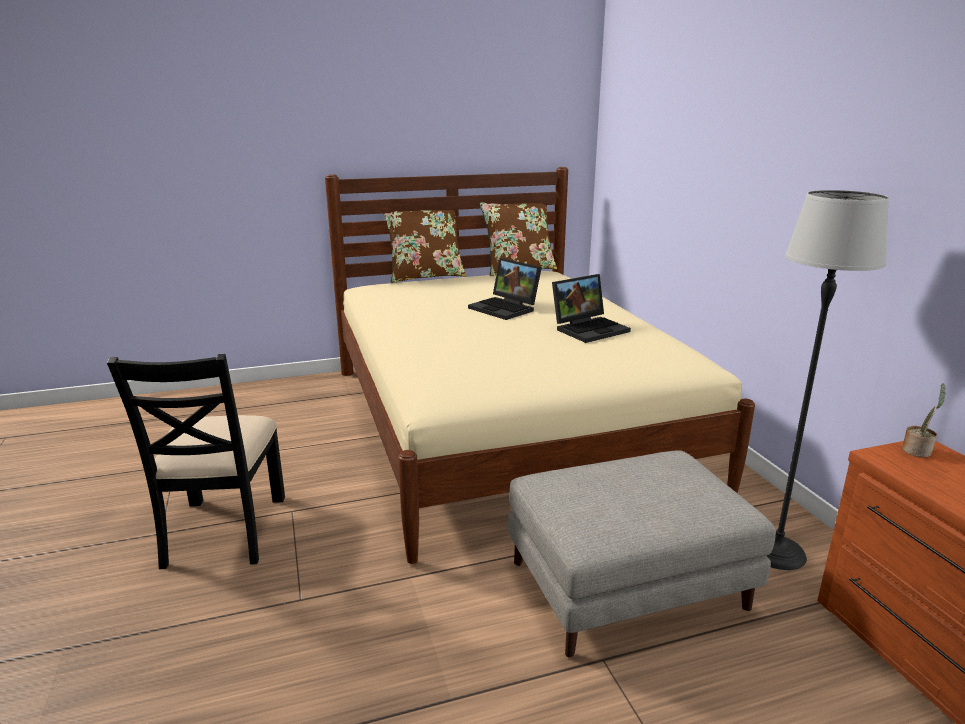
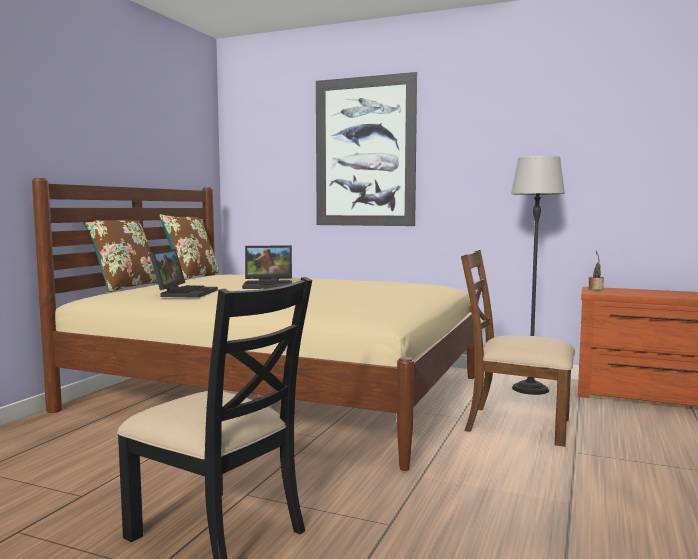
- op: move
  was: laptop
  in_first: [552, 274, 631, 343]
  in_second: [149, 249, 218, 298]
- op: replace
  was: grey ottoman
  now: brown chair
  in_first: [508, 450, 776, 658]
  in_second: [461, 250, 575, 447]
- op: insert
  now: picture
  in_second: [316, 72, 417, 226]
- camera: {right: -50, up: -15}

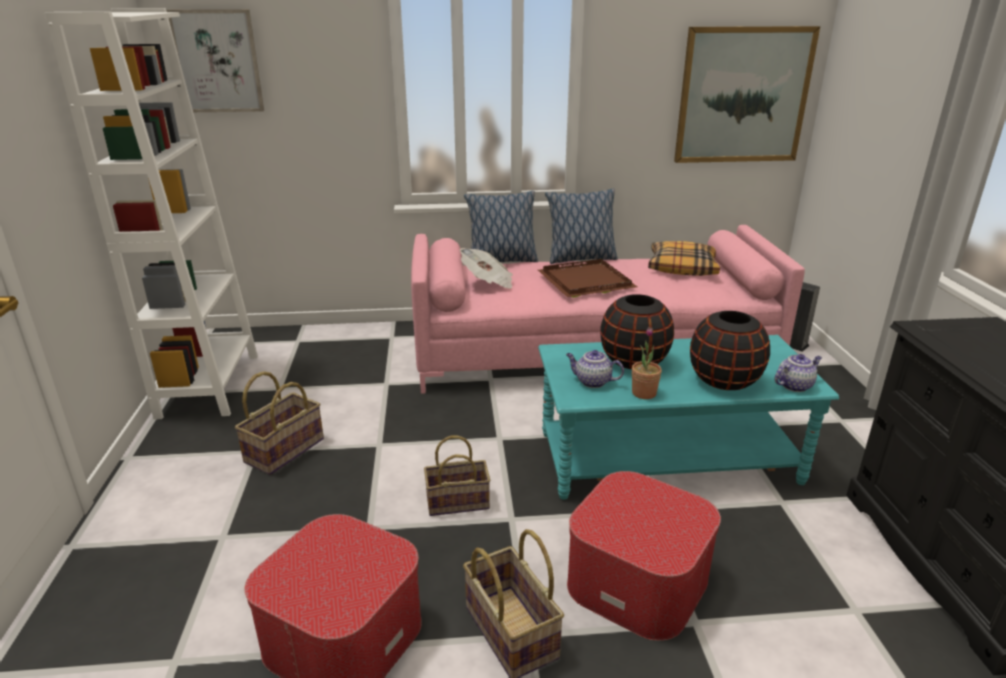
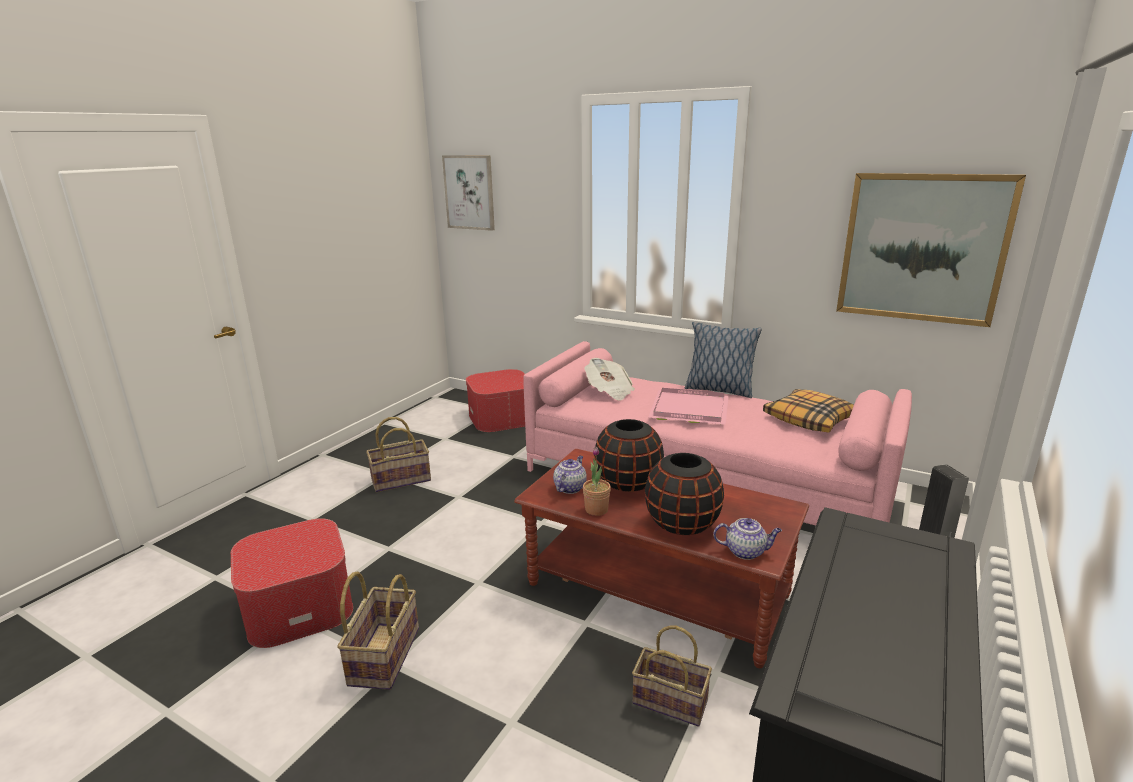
- op: delete
  was: white bookcase
  in_first: [45, 8, 258, 420]
- op: delete
  was: pillow
  in_first: [464, 191, 538, 262]
- op: recolor
  was: brown tray
  now: pink tray
  in_first: [538, 259, 637, 298]
  in_second: [648, 388, 729, 425]
- op: recolor
  was: turquoise coffee table
  now: brown coffee table
  in_first: [538, 335, 839, 500]
  in_second: [514, 449, 809, 668]
- op: rotate
  was: teapot
  in_first: [566, 350, 624, 388]
  in_second: [553, 456, 587, 494]
  clockwise: 60
- op: move
  was: basket
  in_first: [424, 436, 491, 516]
  in_second: [632, 625, 712, 726]
- op: move
  was: ottoman
  in_first: [567, 471, 721, 641]
  in_second: [466, 369, 525, 432]
- camera: {right: 35, up: -5}

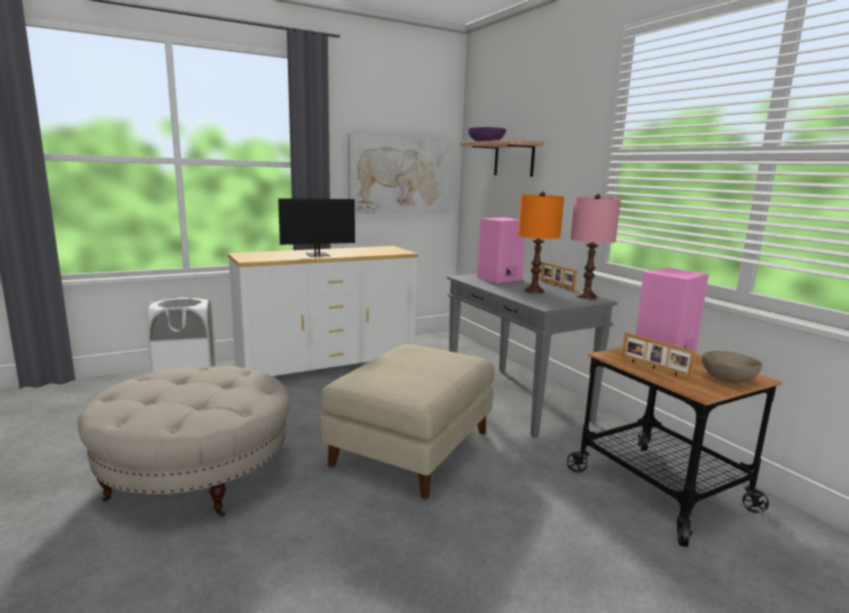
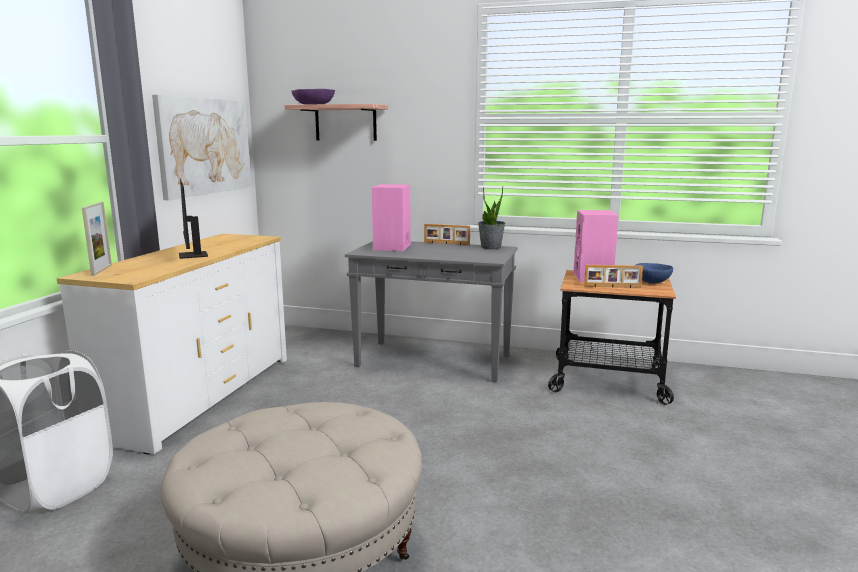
- op: delete
  was: orange table lamp
  in_first: [518, 192, 564, 293]
- op: replace
  was: pink table lamp
  now: potted plant
  in_first: [570, 194, 621, 299]
  in_second: [478, 186, 505, 249]
- op: rotate
  was: monitor
  in_first: [278, 198, 377, 257]
  in_second: [179, 179, 208, 259]
  clockwise: 135
- op: delete
  was: beige ottoman
  in_first: [320, 344, 494, 499]
- op: recolor
  was: beige bowl
  now: blue bowl
  in_first: [702, 351, 762, 383]
  in_second: [635, 263, 673, 284]
- op: insert
  now: picture frame
  in_second: [82, 202, 112, 276]
- camera: {right: -45, up: 0}

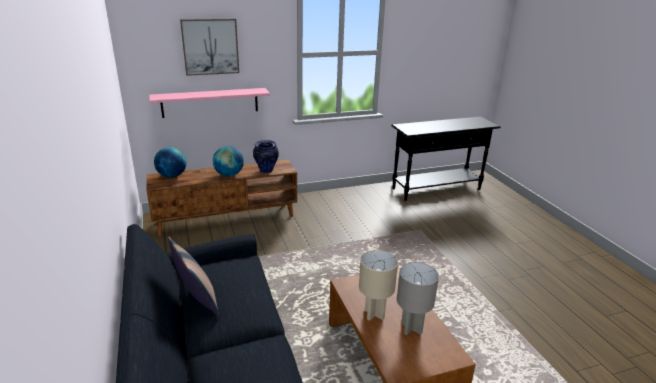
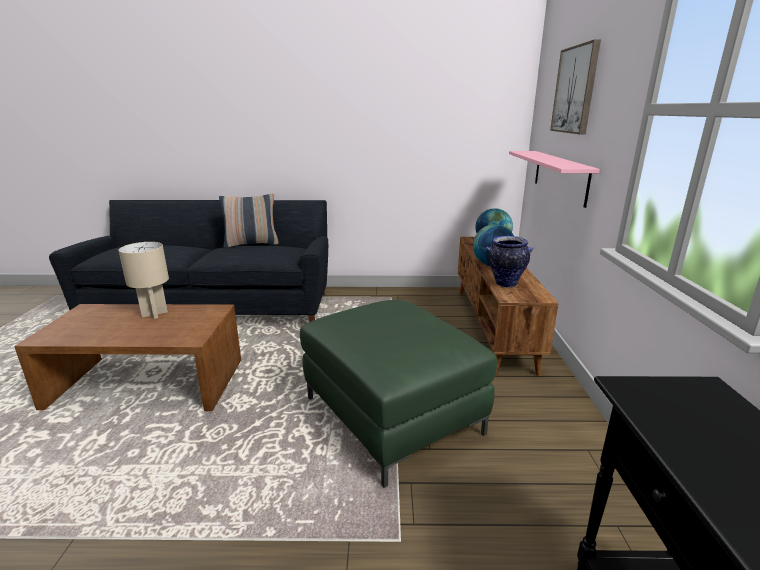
- op: delete
  was: grey table lamp
  in_first: [397, 262, 439, 335]
- op: insert
  now: green ottoman
  in_second: [300, 299, 497, 488]
- camera: {right: 110, up: -5}

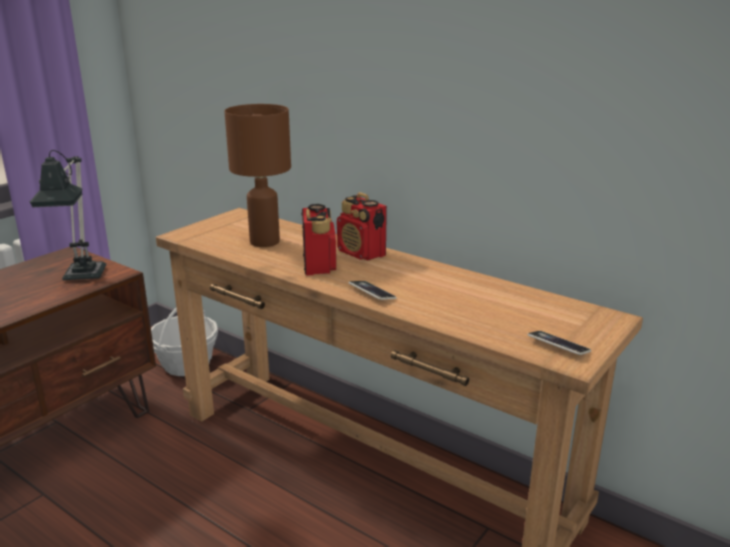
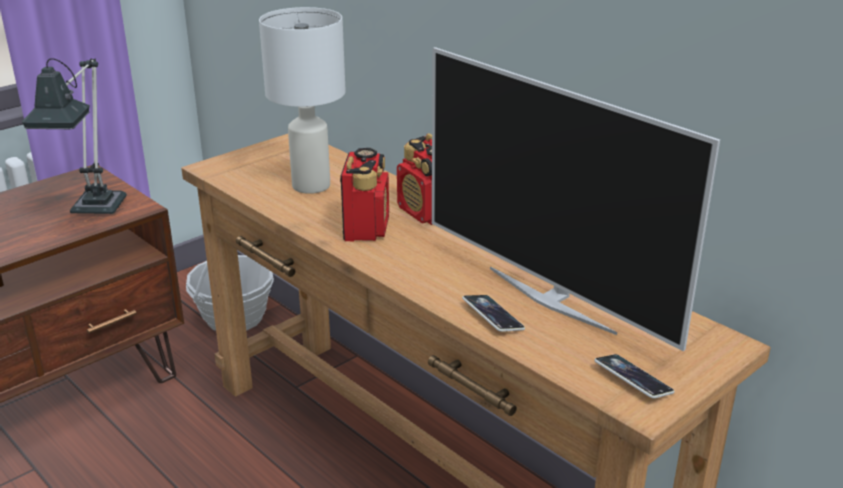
- op: recolor
  was: brown table lamp
  now: white table lamp
  in_first: [224, 104, 291, 247]
  in_second: [259, 7, 346, 194]
- op: move
  was: phone
  in_first: [349, 281, 397, 300]
  in_second: [462, 295, 525, 332]
- op: insert
  now: television
  in_second: [432, 47, 720, 351]
- camera: {right: 10, up: 5}

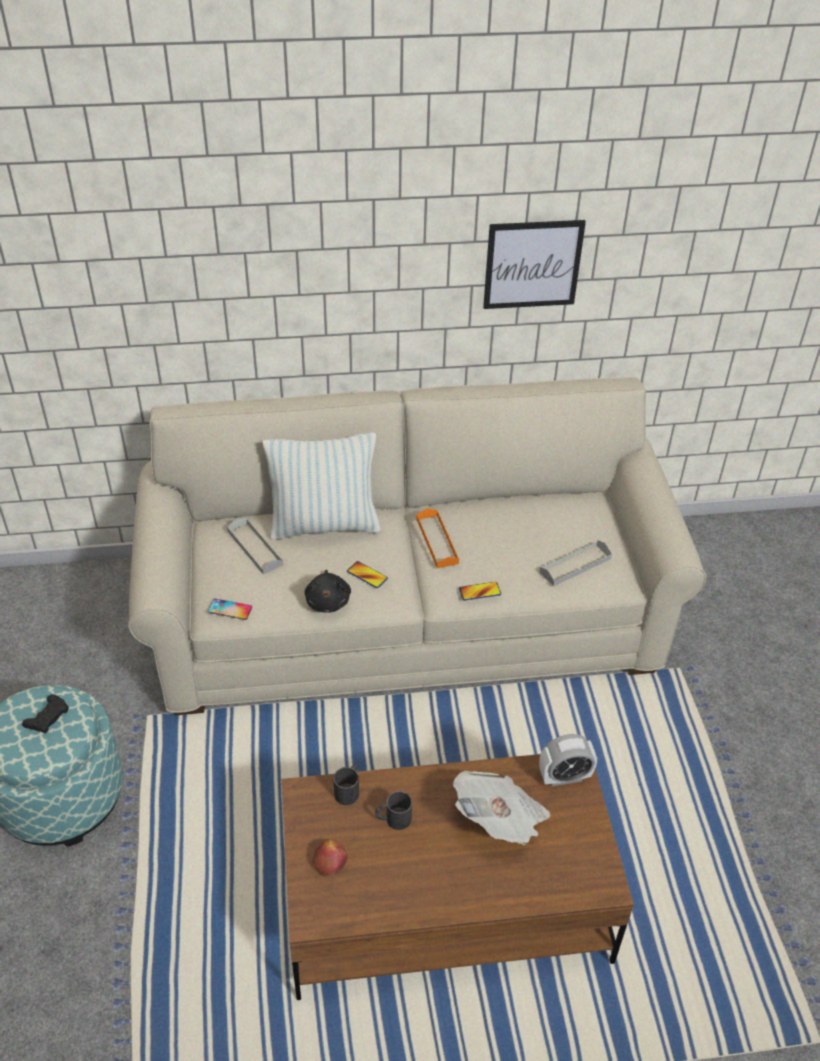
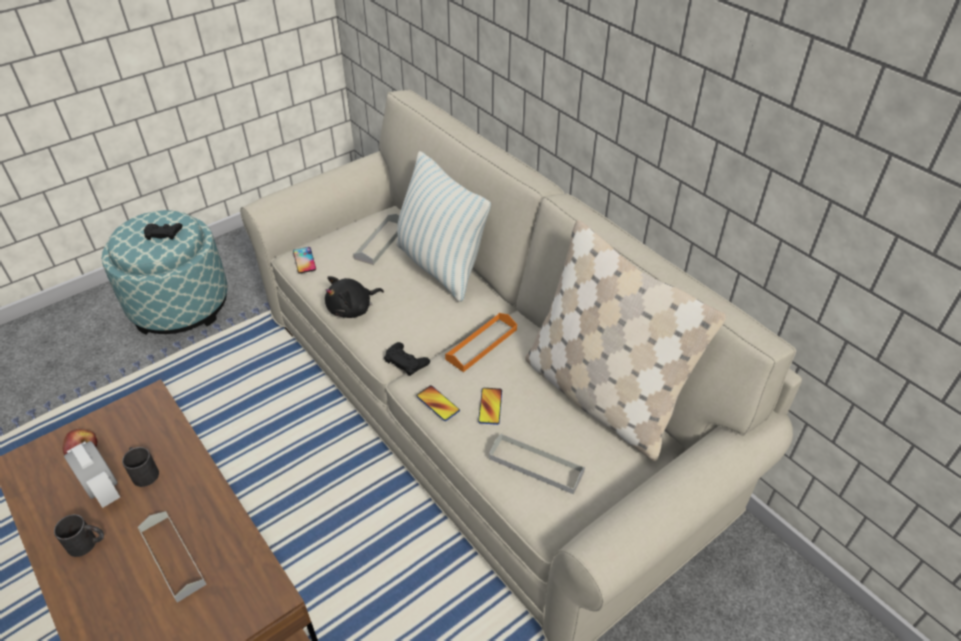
- op: delete
  was: picture
  in_first: [483, 220, 586, 309]
- op: move
  was: phone
  in_first: [347, 561, 388, 588]
  in_second: [478, 388, 502, 425]
- op: move
  was: alarm clock
  in_first: [539, 734, 597, 786]
  in_second: [64, 441, 120, 508]
- op: move
  was: black mug
  in_first: [333, 765, 359, 805]
  in_second: [54, 514, 104, 557]
- op: replace
  was: newspaper
  now: grey tray
  in_first: [453, 771, 550, 845]
  in_second: [138, 511, 207, 602]
- op: insert
  now: beige pillow
  in_second: [525, 220, 727, 461]
- op: insert
  now: black game controller
  in_second: [384, 342, 430, 376]
- camera: {right: 60, up: 0}

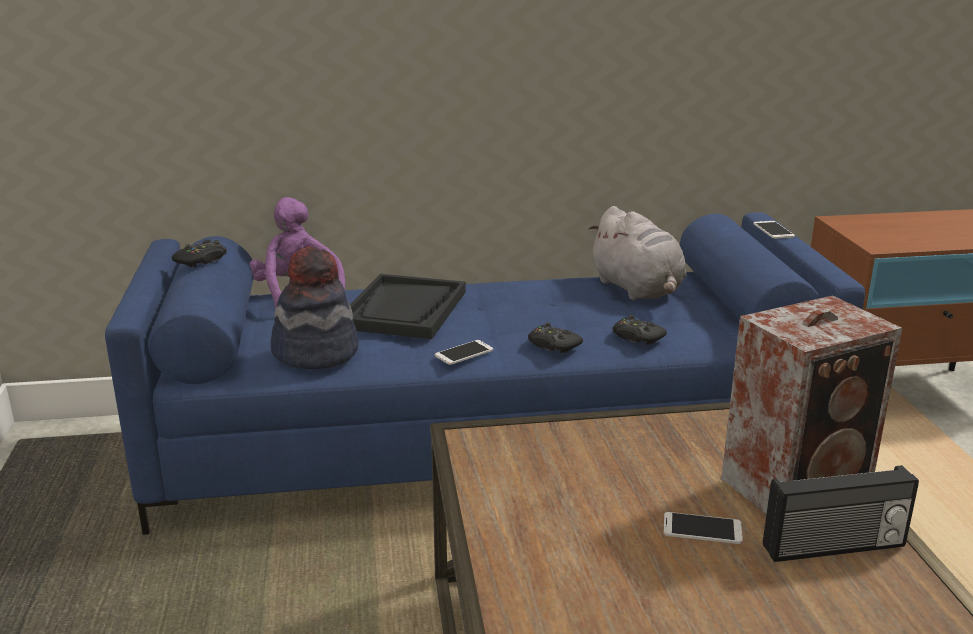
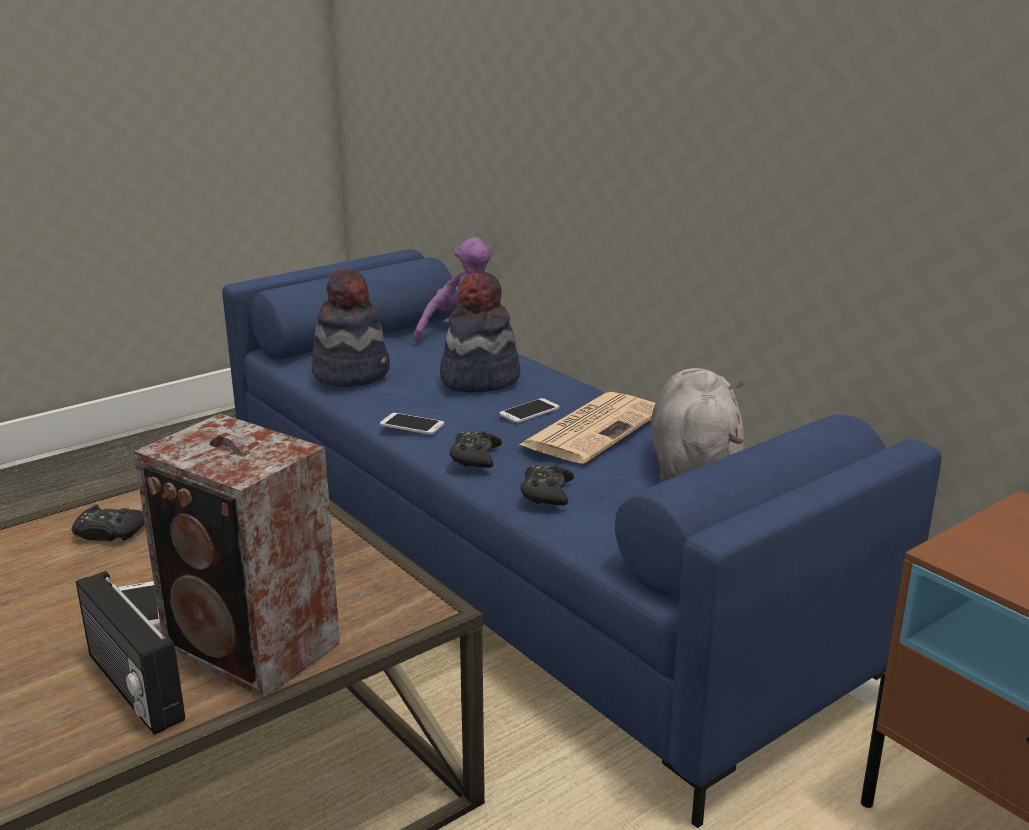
- op: rotate
  was: grey plush toy
  in_first: [588, 206, 687, 300]
  in_second: [651, 368, 744, 482]
  clockwise: 150
- op: move
  was: phone
  in_first: [753, 221, 795, 239]
  in_second: [500, 398, 560, 423]
- op: move
  was: black game controller
  in_first: [172, 240, 227, 267]
  in_second: [72, 504, 145, 542]
- op: replace
  was: black tray
  now: hat
  in_first: [350, 274, 466, 339]
  in_second: [440, 272, 521, 393]
- op: insert
  now: newspaper
  in_second: [519, 392, 655, 464]
- camera: {right: 60, up: 0}

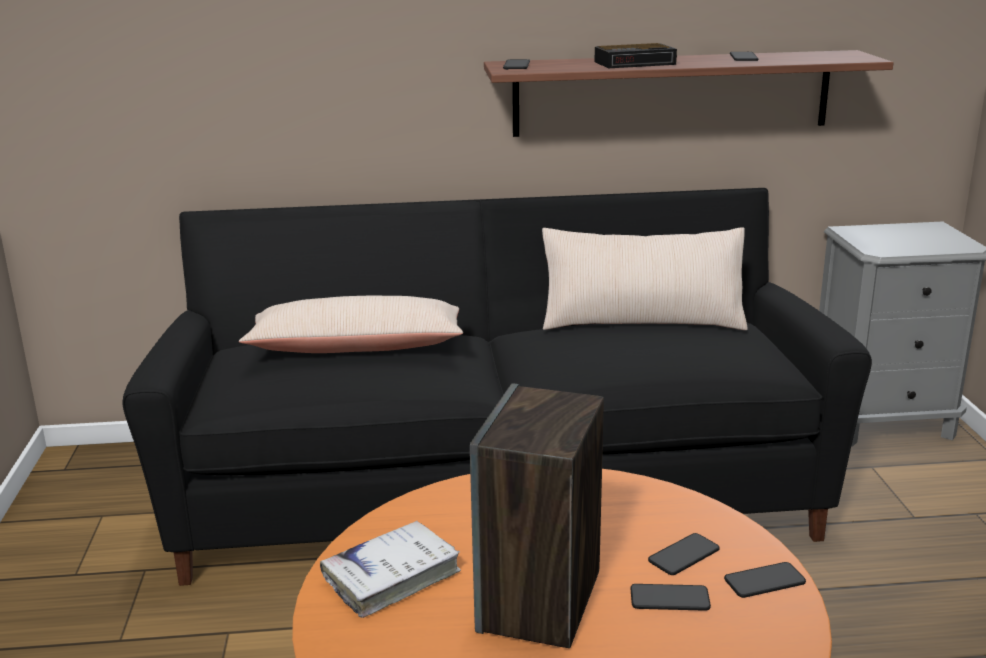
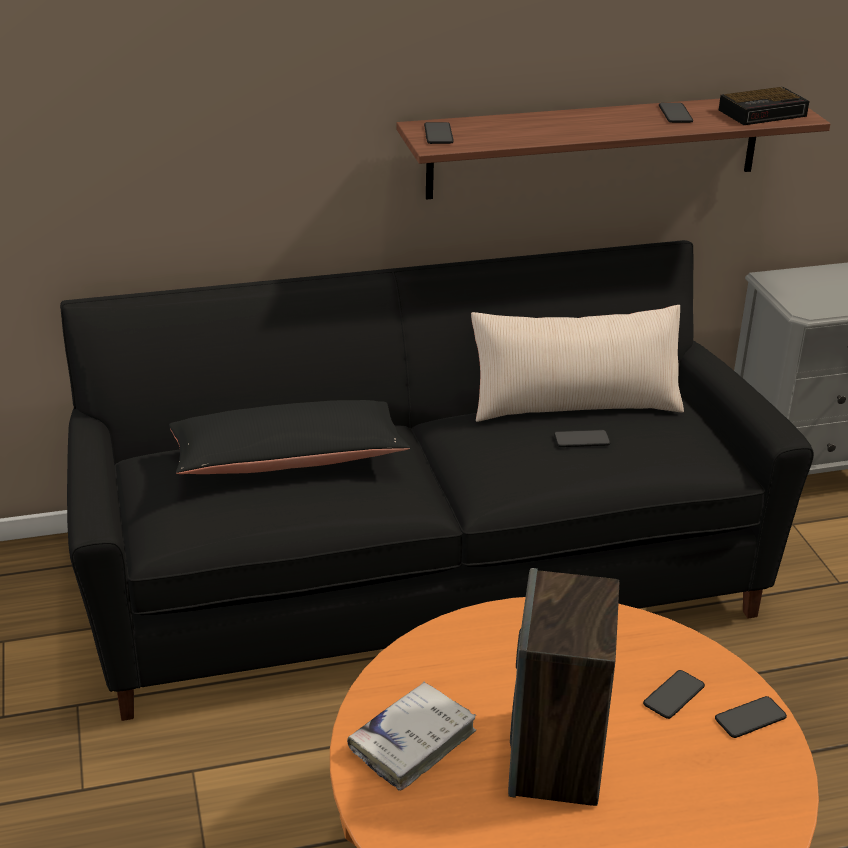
- op: move
  was: alarm clock
  in_first: [595, 43, 677, 68]
  in_second: [719, 87, 809, 125]
- op: recolor
  was: beige pillow
  now: black pillow
  in_first: [239, 296, 463, 353]
  in_second: [169, 400, 410, 474]
- op: move
  was: phone
  in_first: [630, 584, 711, 611]
  in_second: [554, 430, 611, 447]
- camera: {right: -10, up: 10}

